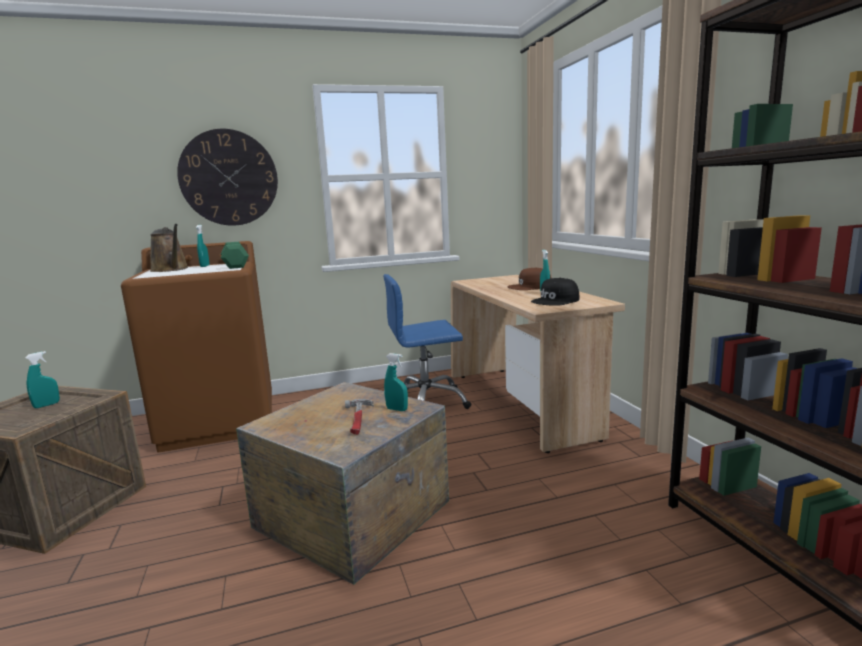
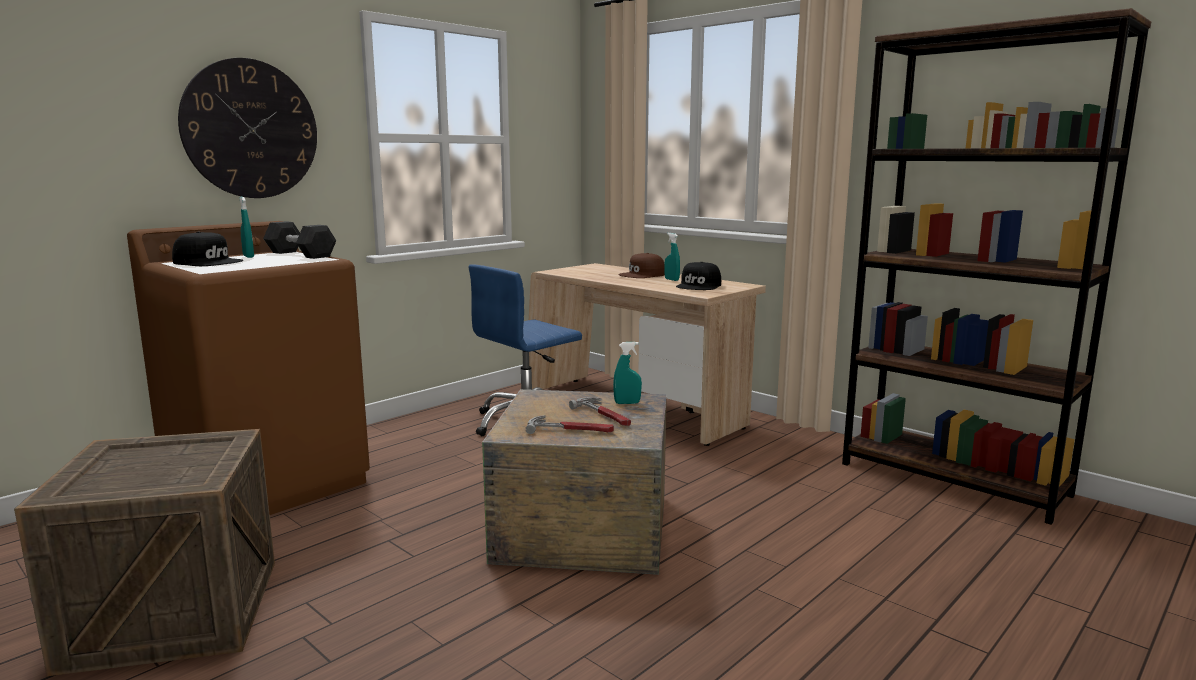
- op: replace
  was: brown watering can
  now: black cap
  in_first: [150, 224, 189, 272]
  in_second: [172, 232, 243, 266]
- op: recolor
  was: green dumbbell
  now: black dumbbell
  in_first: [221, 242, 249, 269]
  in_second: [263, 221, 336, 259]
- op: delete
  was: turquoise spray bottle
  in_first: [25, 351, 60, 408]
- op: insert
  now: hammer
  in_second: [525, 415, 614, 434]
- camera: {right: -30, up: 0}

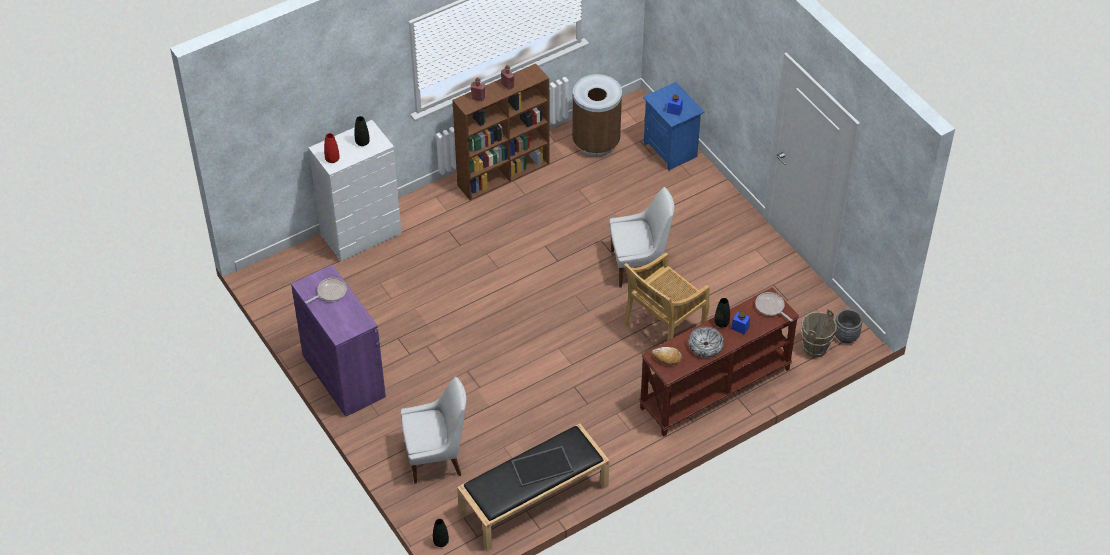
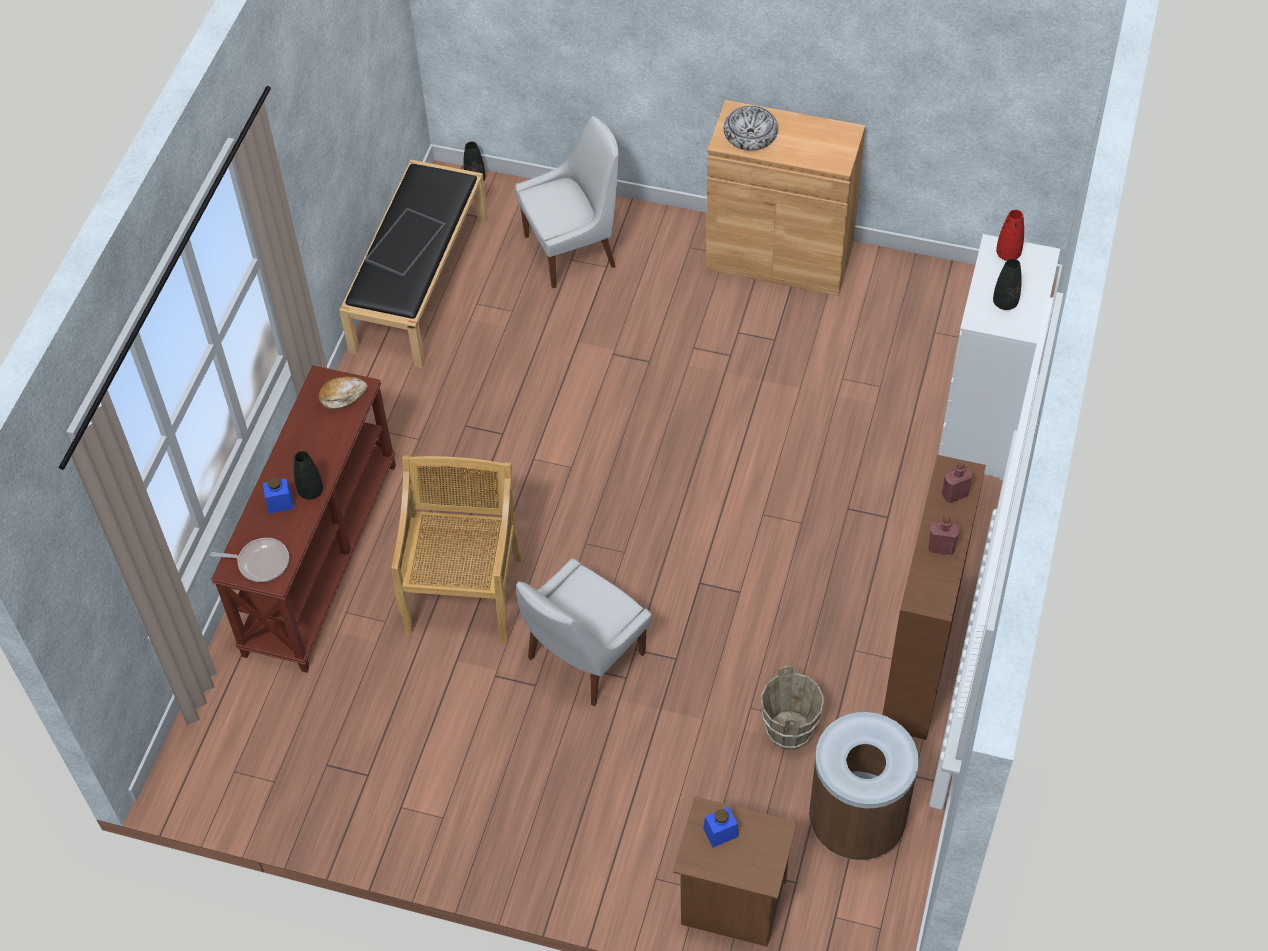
- op: recolor
  was: blue nightstand
  now: brown nightstand
  in_first: [643, 82, 705, 171]
  in_second: [673, 797, 797, 947]
- op: recolor
  was: purple cabinet
  now: brown cabinet
  in_first: [291, 265, 386, 417]
  in_second: [706, 100, 865, 296]
- op: delete
  was: frying pan
  in_first: [305, 278, 347, 304]
- op: move
  was: brown bucket
  in_first: [801, 309, 837, 357]
  in_second: [761, 665, 824, 750]
- op: delete
  was: grey planter
  in_first: [835, 309, 863, 343]
- op: move
  was: bowl
  in_first: [688, 327, 724, 357]
  in_second: [724, 106, 778, 151]
- op: rotate
  was: white chair
  in_first: [401, 377, 466, 484]
  in_second: [515, 116, 619, 288]
  clockwise: -150
- camera: {right: 140, up: 5}

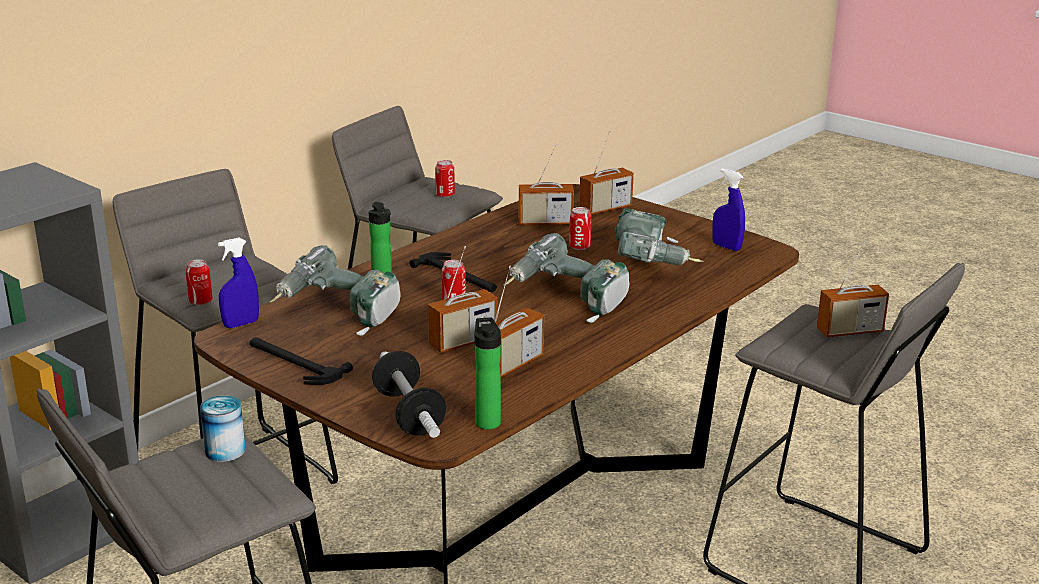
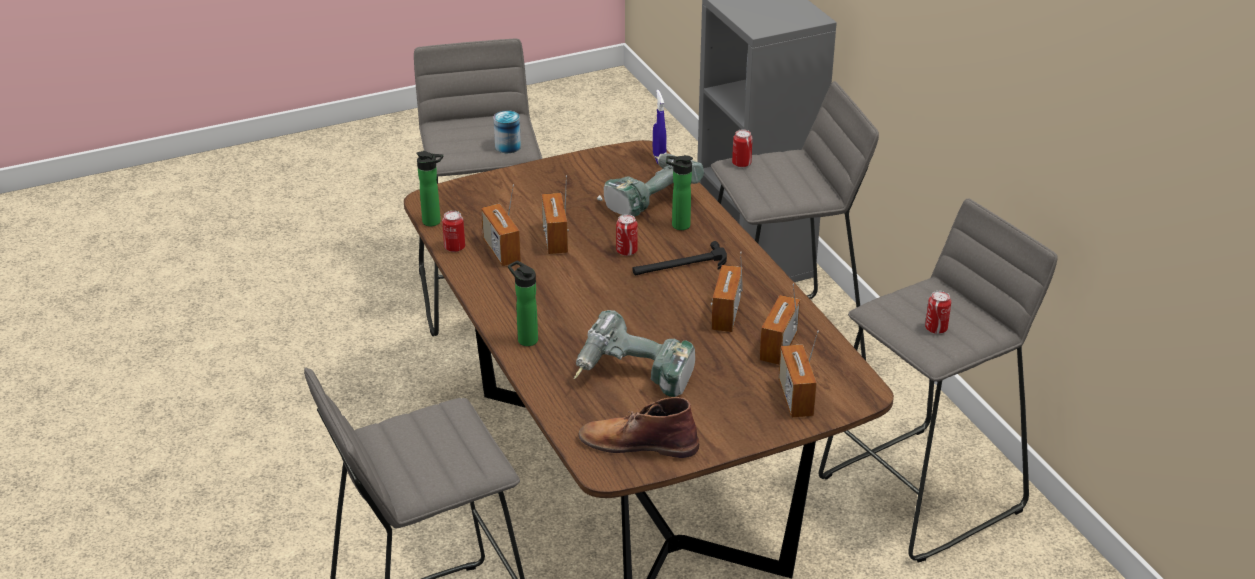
- op: replace
  was: blue spray bottle
  now: brown boot
  in_first: [712, 168, 745, 251]
  in_second: [578, 397, 699, 458]
- op: move
  was: can
  in_first: [569, 207, 591, 250]
  in_second: [442, 211, 465, 252]
- op: delete
  was: power drill
  in_first: [503, 233, 629, 323]
- op: move
  was: radio
  in_first: [817, 241, 889, 337]
  in_second: [711, 252, 743, 332]
- op: delete
  was: hammer
  in_first: [250, 337, 353, 385]
- op: delete
  was: dumbbell
  in_first: [372, 351, 446, 438]
- op: insert
  now: bottle
  in_second: [508, 261, 538, 346]
- camera: {right: 115, up: 10}

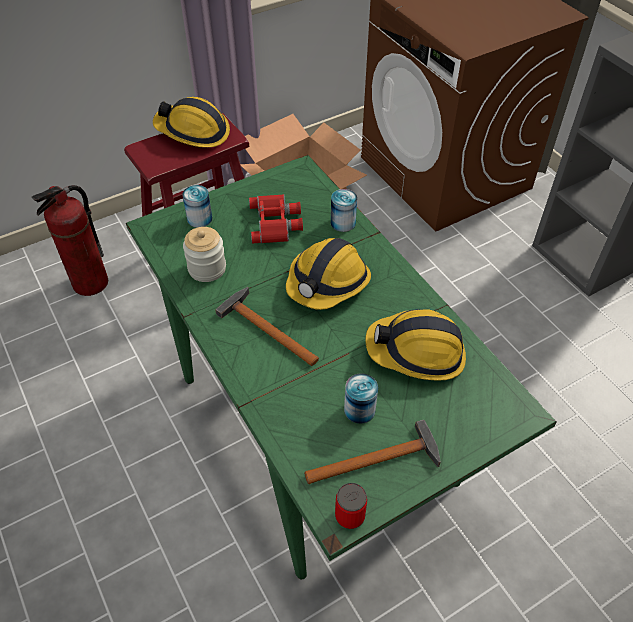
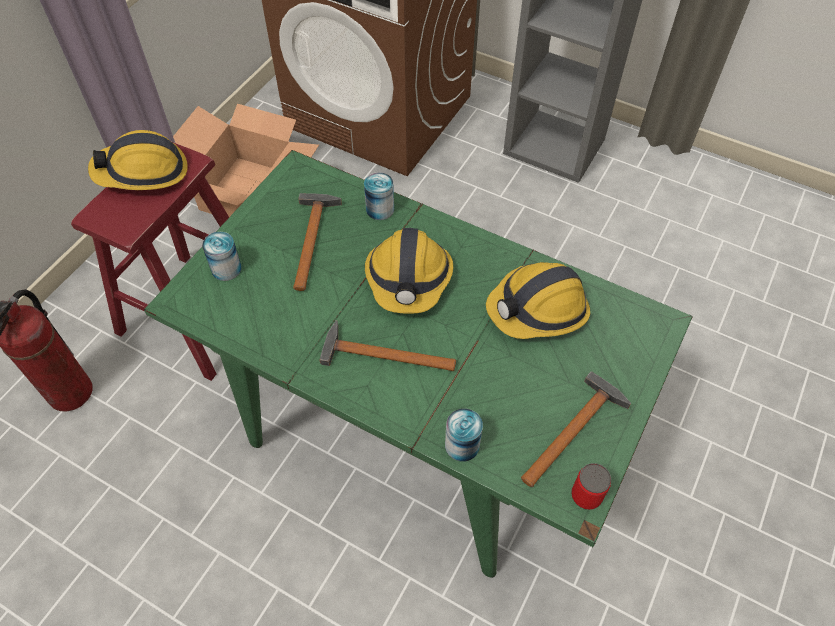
- op: replace
  was: red binoculars
  now: hammer
  in_first: [249, 194, 303, 243]
  in_second: [293, 193, 342, 291]
- op: delete
  was: jar
  in_first: [183, 227, 226, 282]
- op: move
  was: can
  in_first: [344, 374, 378, 424]
  in_second: [445, 408, 483, 462]
- camera: {right: -30, up: 5}

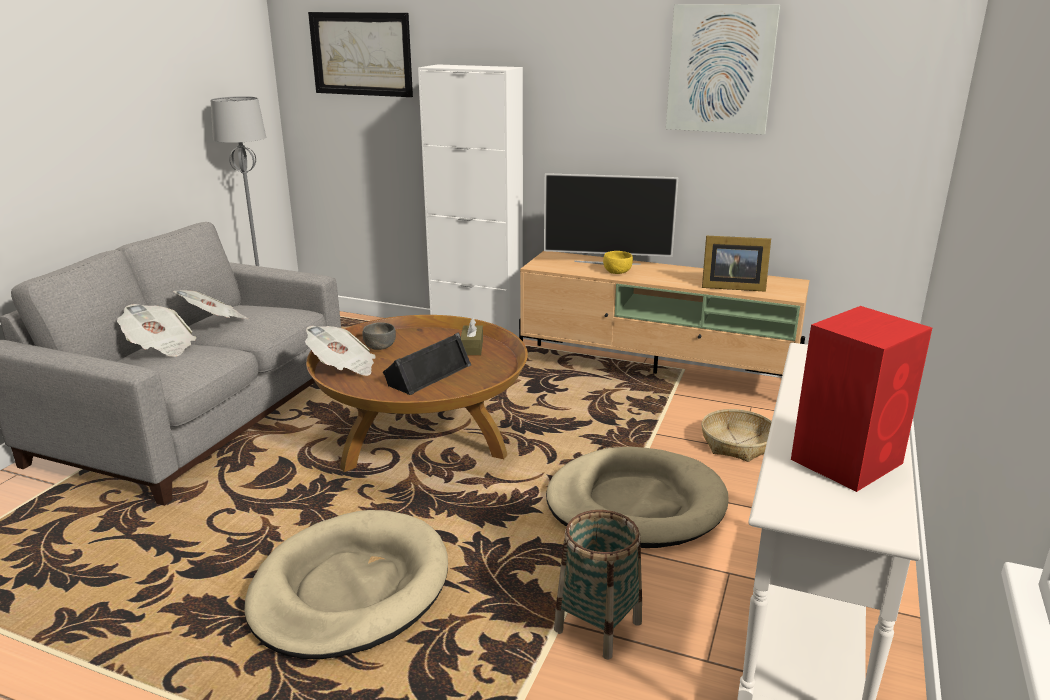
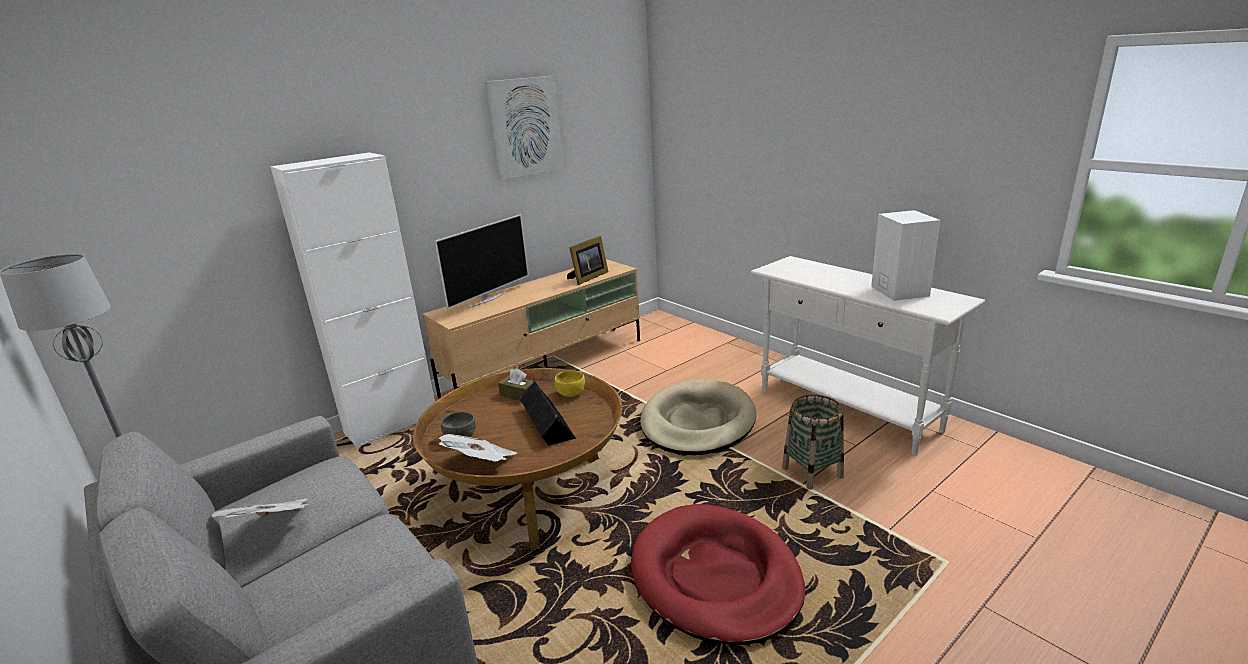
- op: delete
  was: picture
  in_first: [308, 12, 413, 97]
- op: move
  was: yellow bowl
  in_first: [603, 251, 633, 274]
  in_second: [555, 370, 585, 397]
- op: delete
  was: newspaper
  in_first: [117, 304, 196, 357]
- op: recolor
  was: red speaker
  now: white speaker
  in_first: [791, 306, 932, 492]
  in_second: [871, 210, 941, 301]
- op: delete
  was: basket
  in_first: [702, 409, 772, 462]
- op: recolor
  was: beige dog bed
  now: red dog bed
  in_first: [244, 510, 448, 659]
  in_second: [631, 504, 805, 645]
- camera: {right: -60, up: 0}

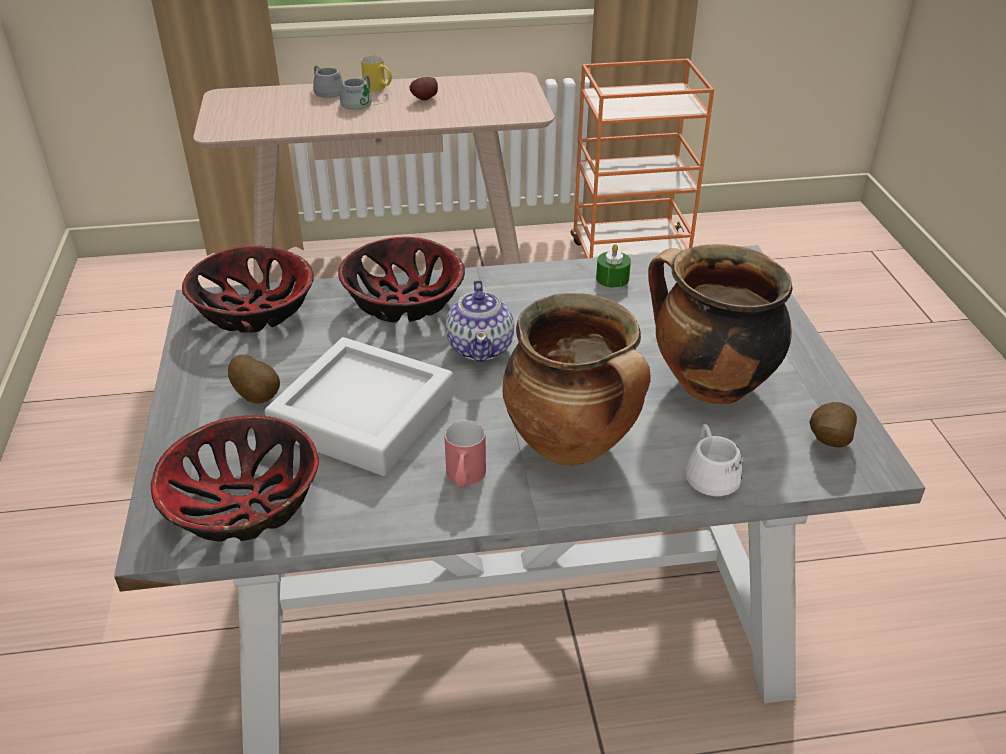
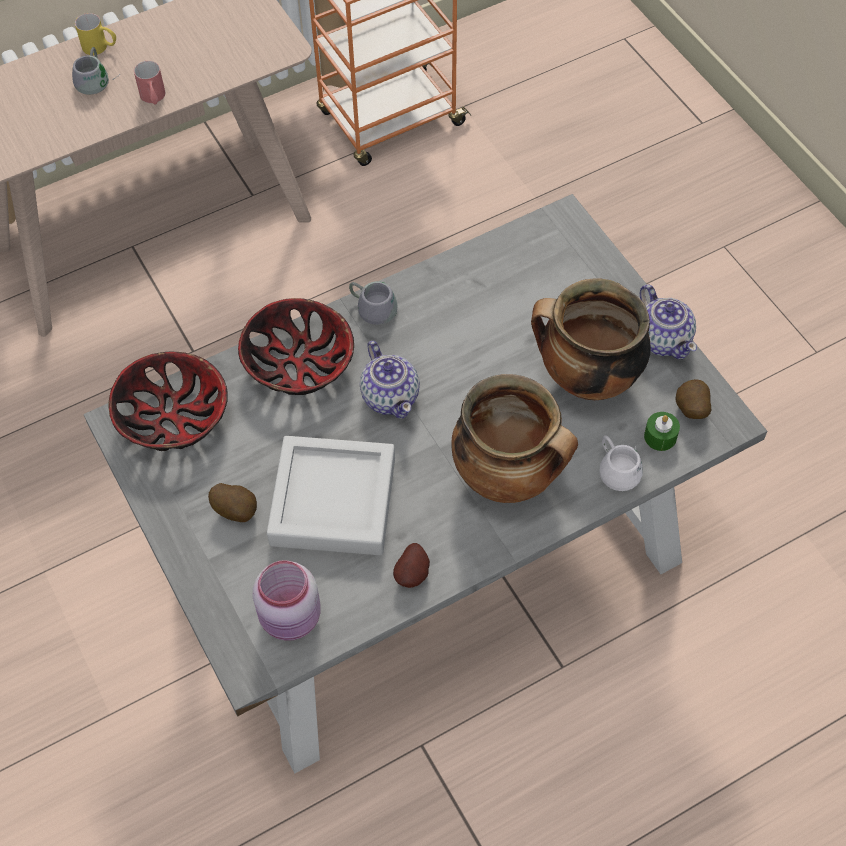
- op: move
  was: grey mug
  in_first: [313, 65, 343, 98]
  in_second: [349, 281, 398, 325]
- op: move
  was: potato
  in_first: [409, 77, 438, 100]
  in_second: [393, 543, 430, 588]
- op: move
  was: green candle
  in_first: [596, 244, 631, 288]
  in_second: [644, 412, 680, 451]
- op: replace
  was: bowl
  now: pink jar
  in_first: [151, 415, 319, 541]
  in_second: [253, 560, 321, 641]
- op: move
  was: red mug
  in_first: [444, 420, 486, 488]
  in_second: [134, 61, 165, 104]
- op: insert
  now: teapot
  in_second: [640, 285, 697, 359]
- camera: {right: -20, up: 20}

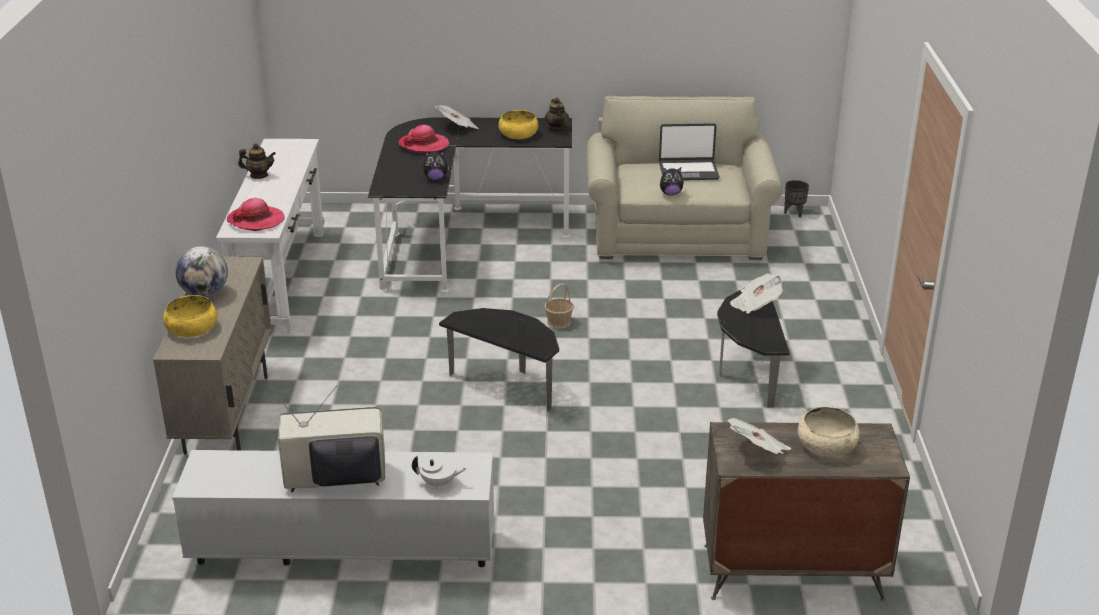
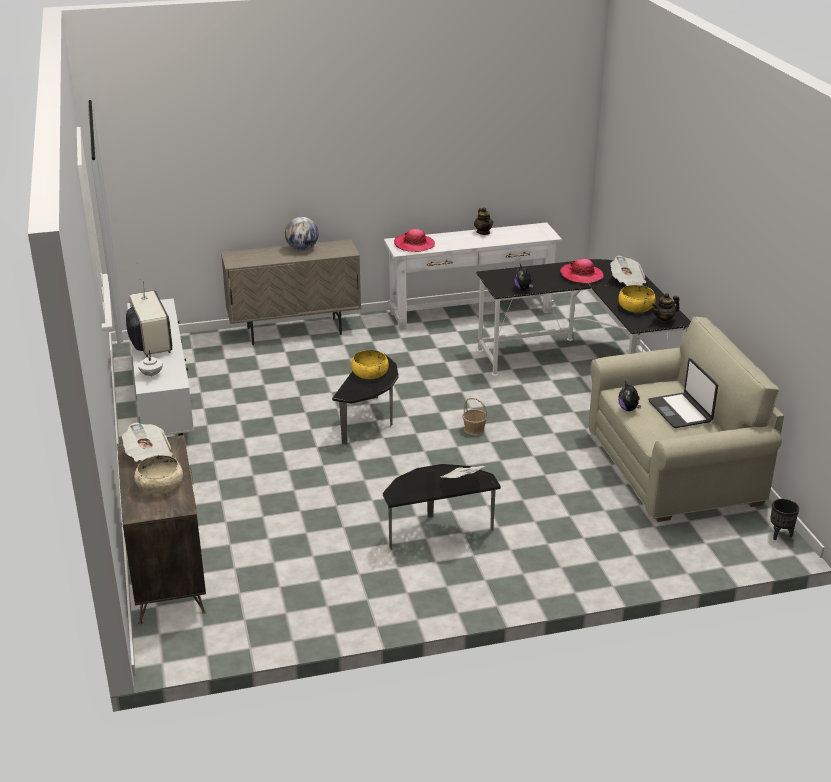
- op: move
  was: yellow bowl
  in_first: [163, 295, 217, 337]
  in_second: [351, 350, 389, 379]
- camera: {right: 75, up: 0}

